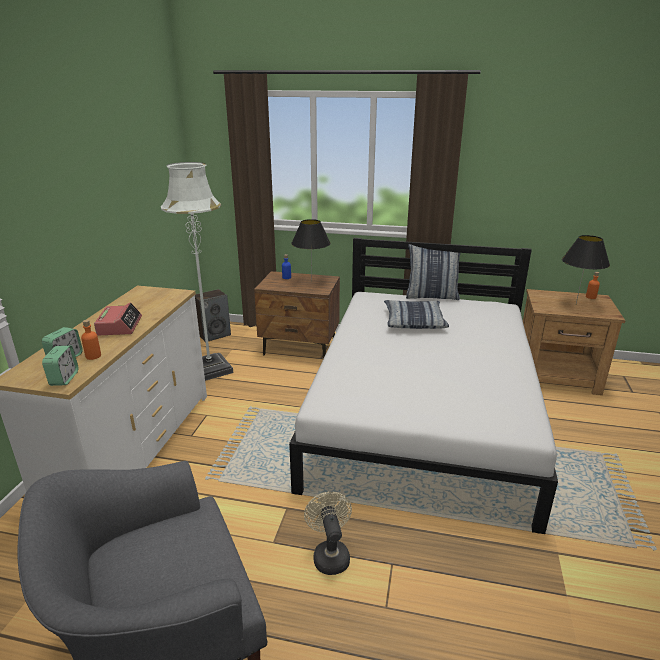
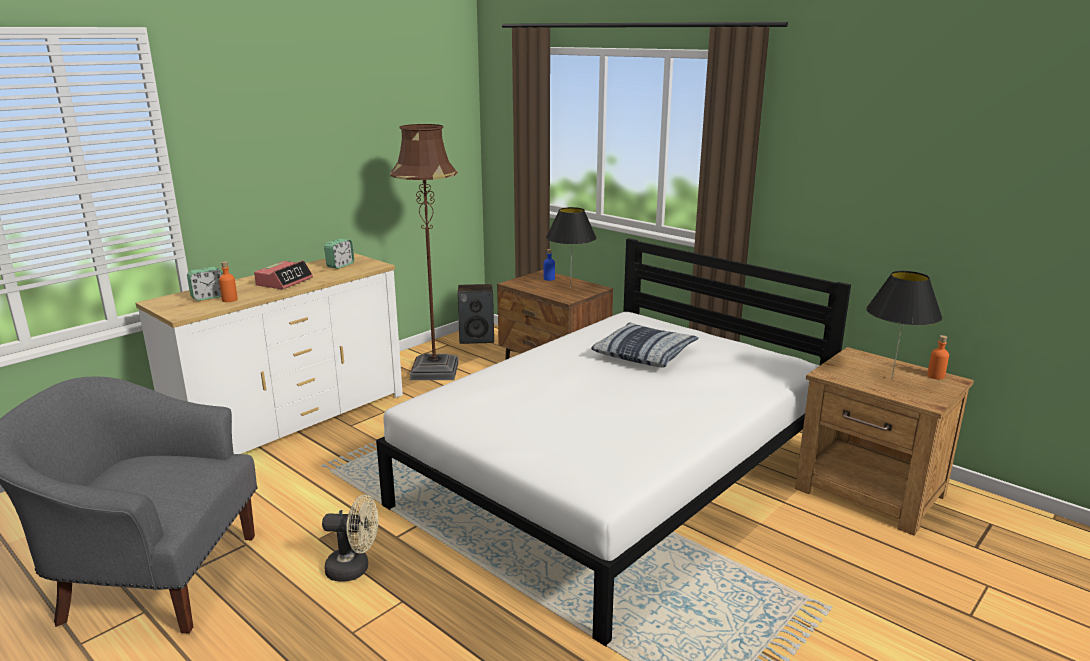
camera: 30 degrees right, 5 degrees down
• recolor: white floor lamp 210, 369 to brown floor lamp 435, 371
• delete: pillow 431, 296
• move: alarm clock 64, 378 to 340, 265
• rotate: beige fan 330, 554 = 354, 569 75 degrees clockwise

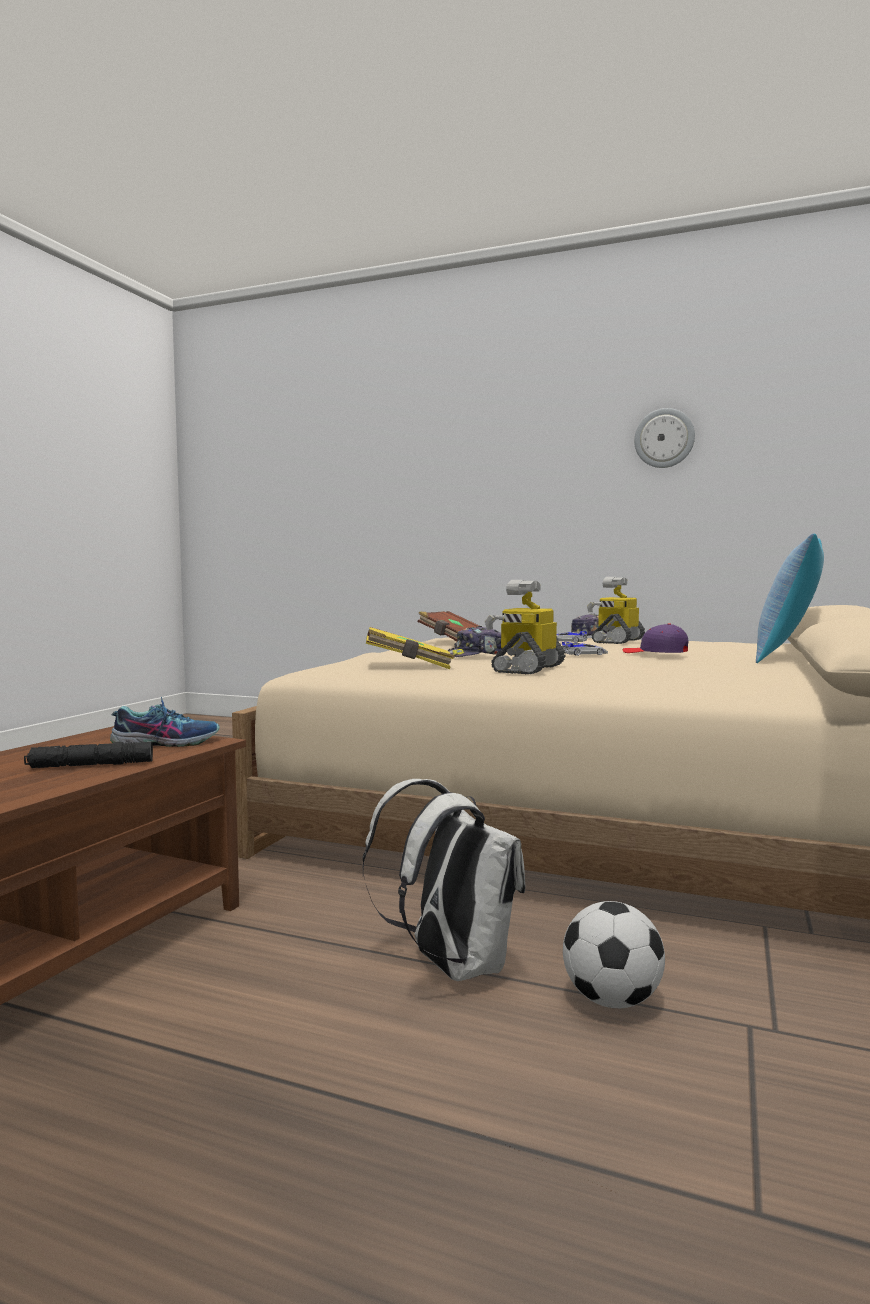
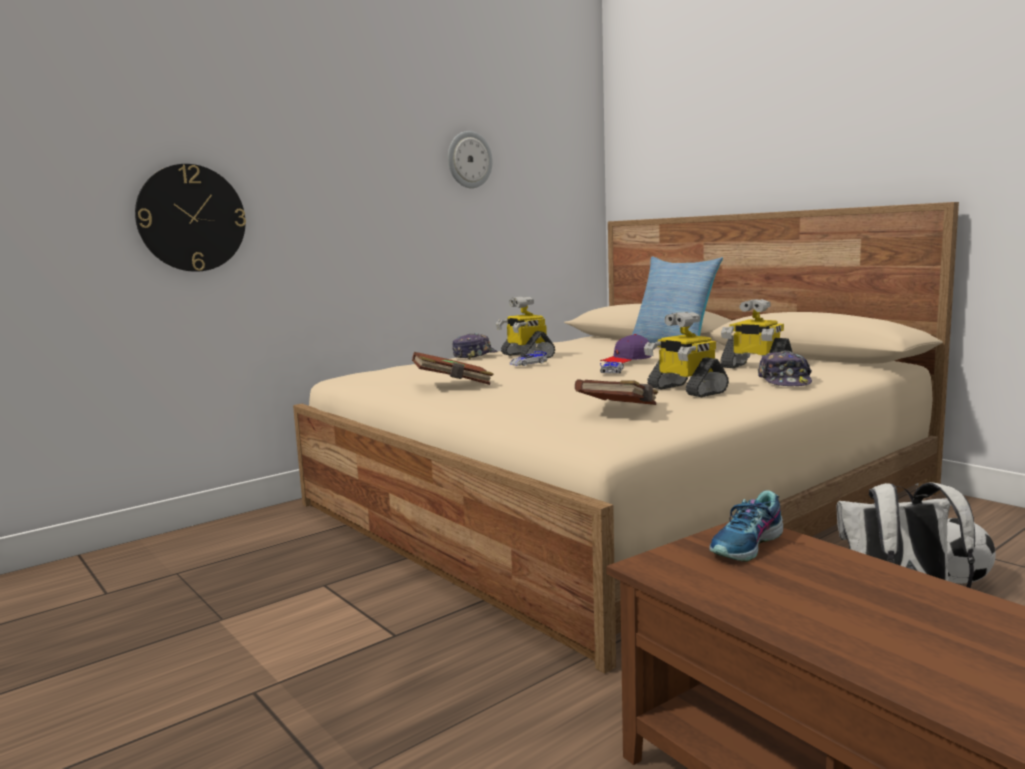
camera: 60 degrees left, 5 degrees up
• move: cap 475, 656 to 784, 381
• recolor: yellow book 409, 666 to brown book 620, 411
• rotate: shoe 166, 743 = 748, 545 150 degrees counterclockwise
• delete: black flashlight 91, 765
• insert: wall clock 191, 218
• insert: toy robot 755, 368

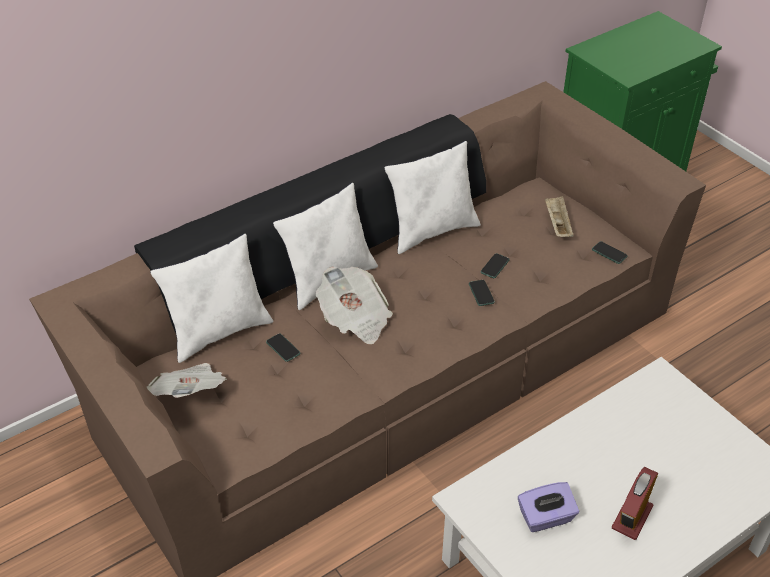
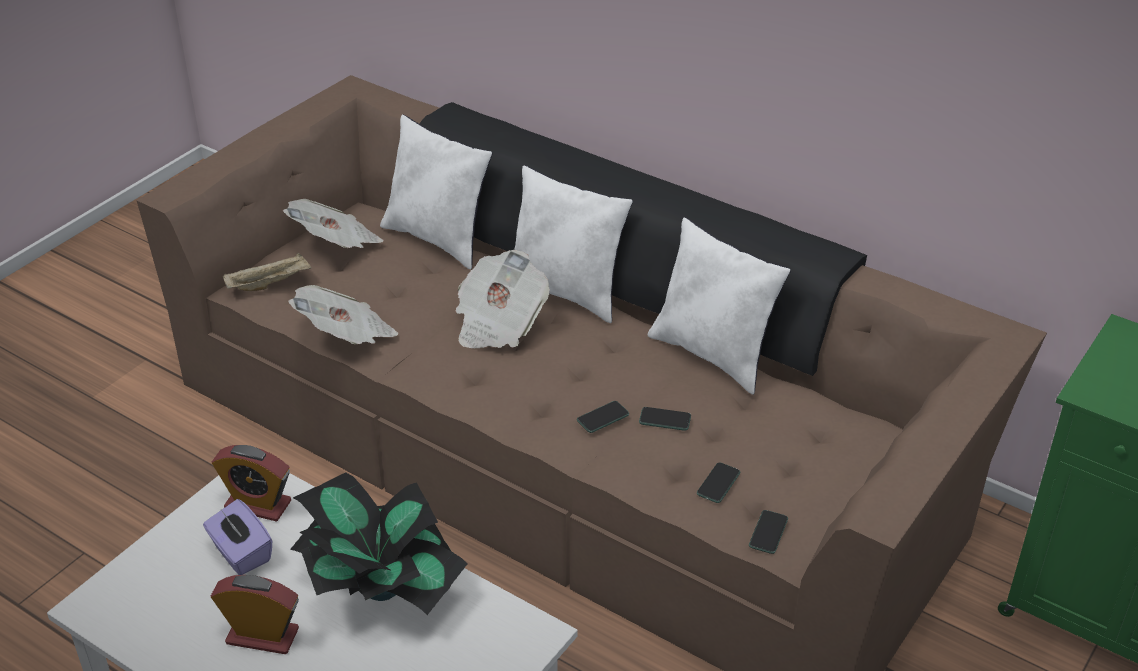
camera: 70 degrees right, 5 degrees down
• move: beige tray 557, 224 to 270, 283
• move: phone 283, 348 to 718, 483
• insert: newspaper 347, 336
• insert: alarm clock 258, 504
• insert: potted plant 380, 587

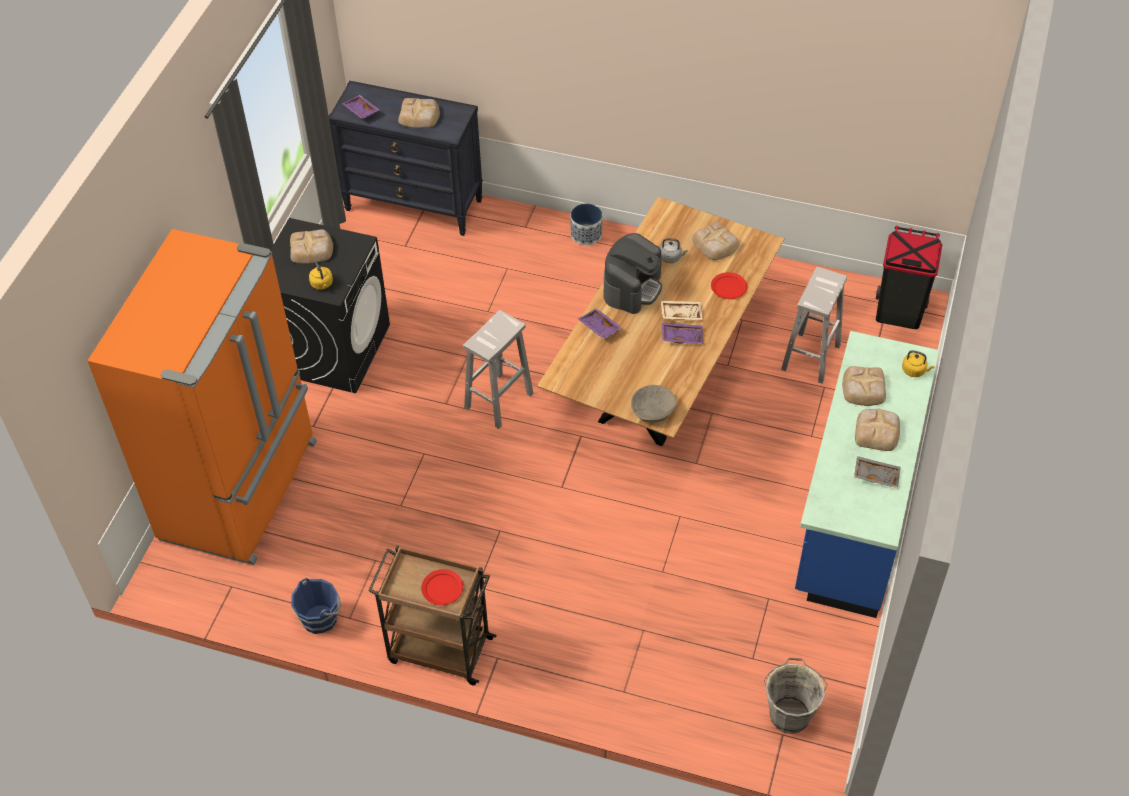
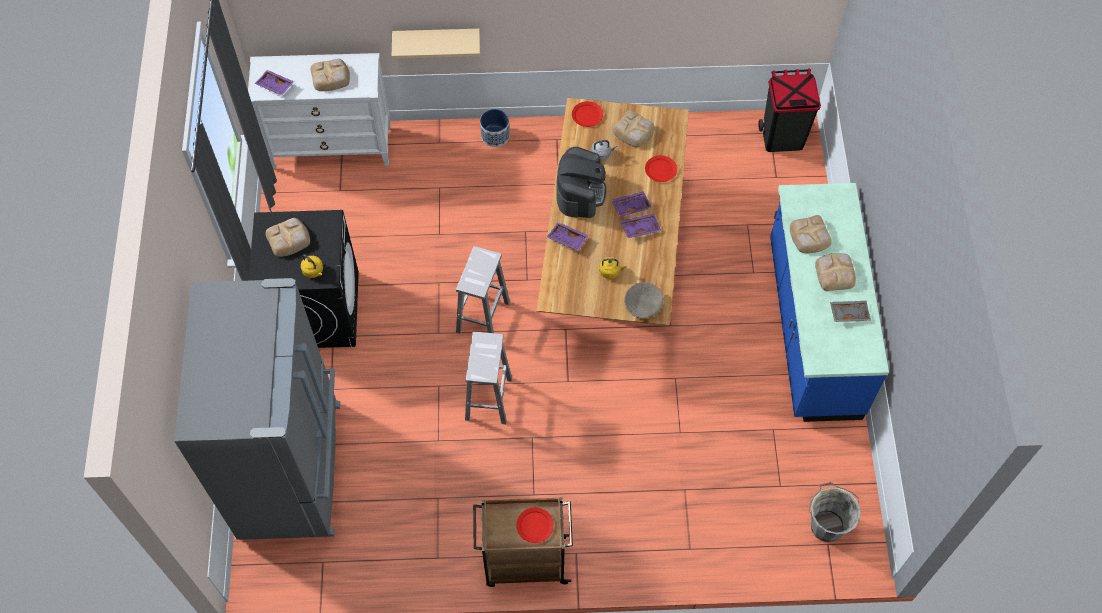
camera: 20 degrees left, 10 degrees up
• recolor: black dresser 414, 205 to white dresser 331, 147
• recolor: orange fridge 242, 490 to grey fridge 293, 469
• move: white stool 810, 358 to 488, 399
• recolor: beige tray 681, 313 to purple tray 631, 206
• move: yellow kettle 915, 371 to 610, 271
• delete: blue bucket 320, 618
• insert: beige shelf 436, 39
• insert: red plate 587, 115

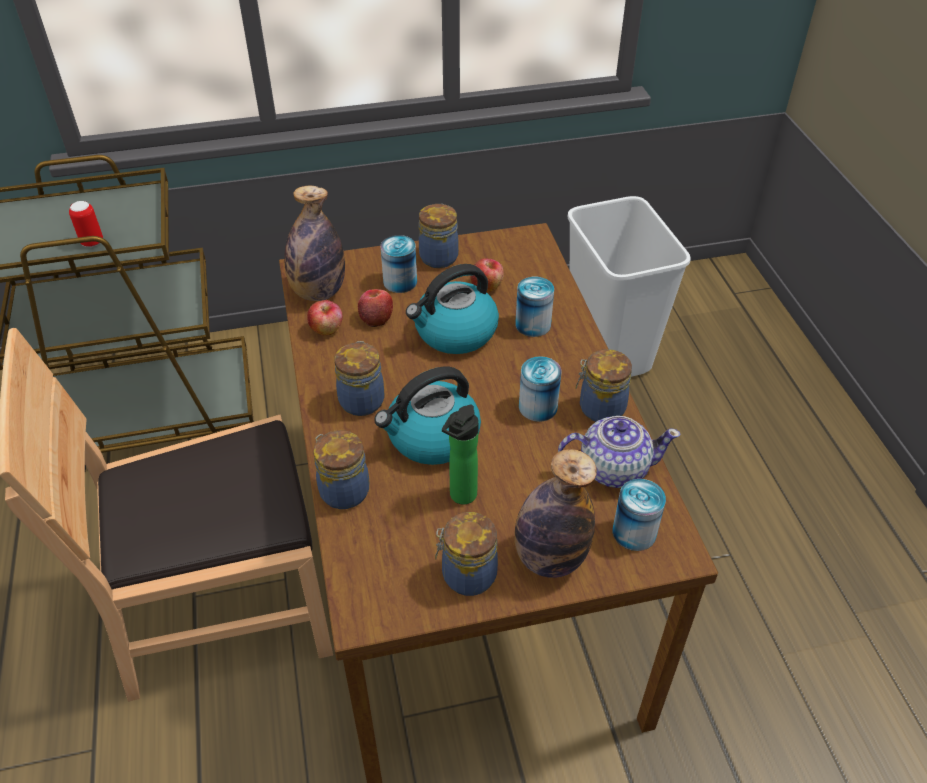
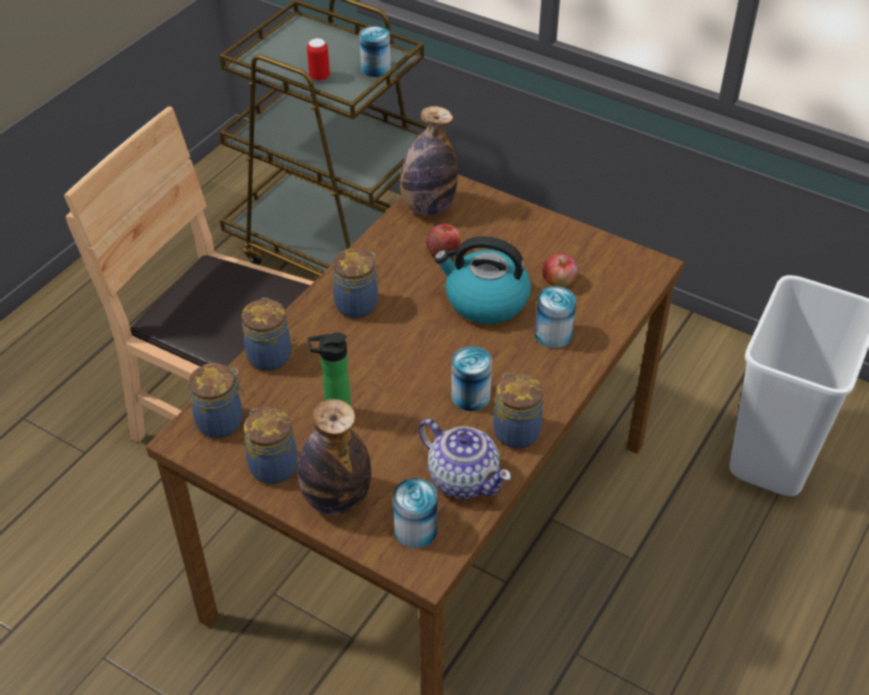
camera: 45 degrees right, 0 degrees up
• move: jar 439, 256 to 222, 421
• move: can 400, 282 to 376, 68
• delete: apple 326, 329
• delete: kettle 432, 437

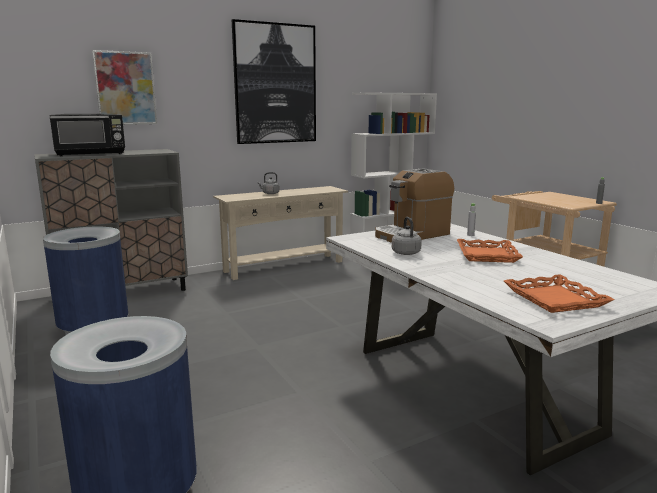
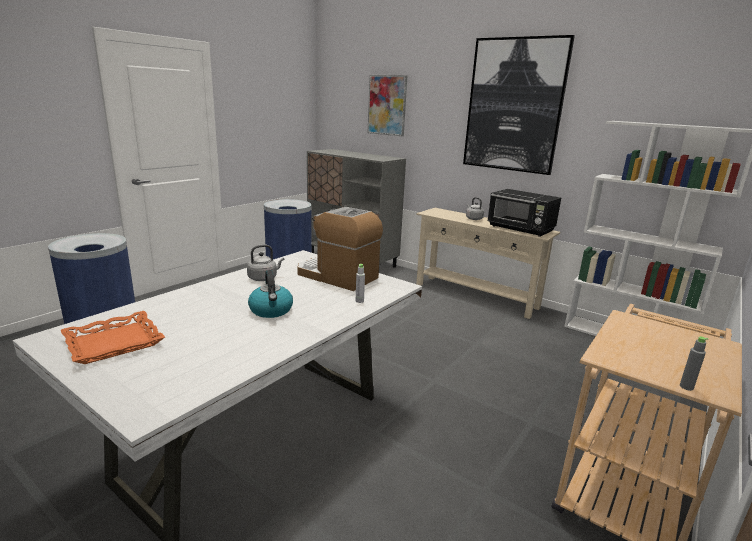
camera: 65 degrees right, 5 degrees up
• move: black microwave 91, 154 to 521, 229
• replace: orange tray 486, 255 to kettle 271, 310

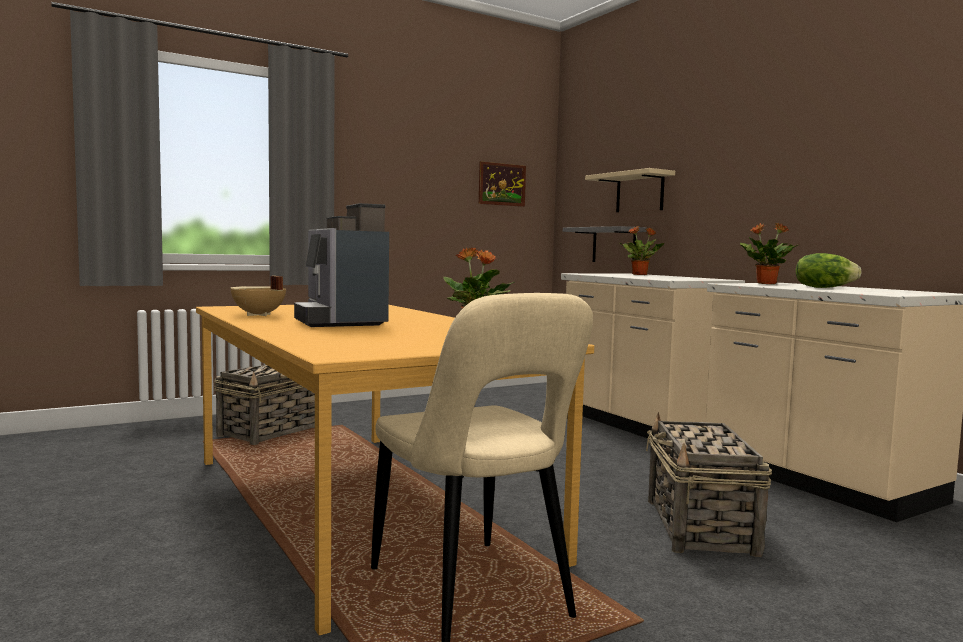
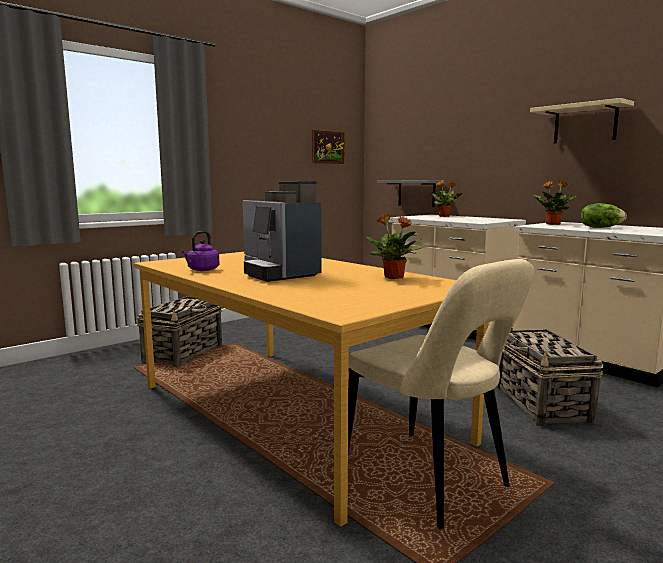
camera: 10 degrees left, 5 degrees up
• move: beige shelf 639, 192 to 585, 124
• replace: beige cooking pot 258, 315 to purple kettle 202, 270

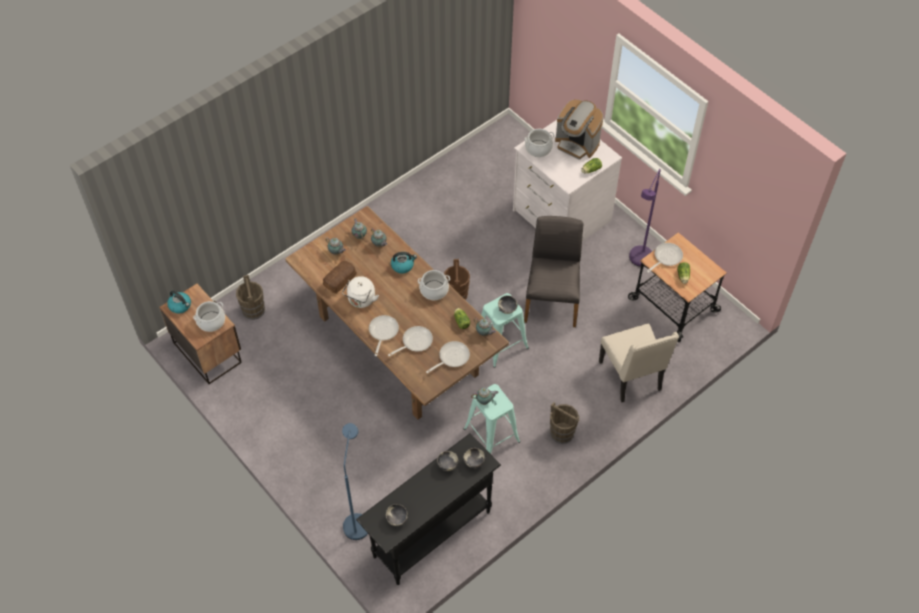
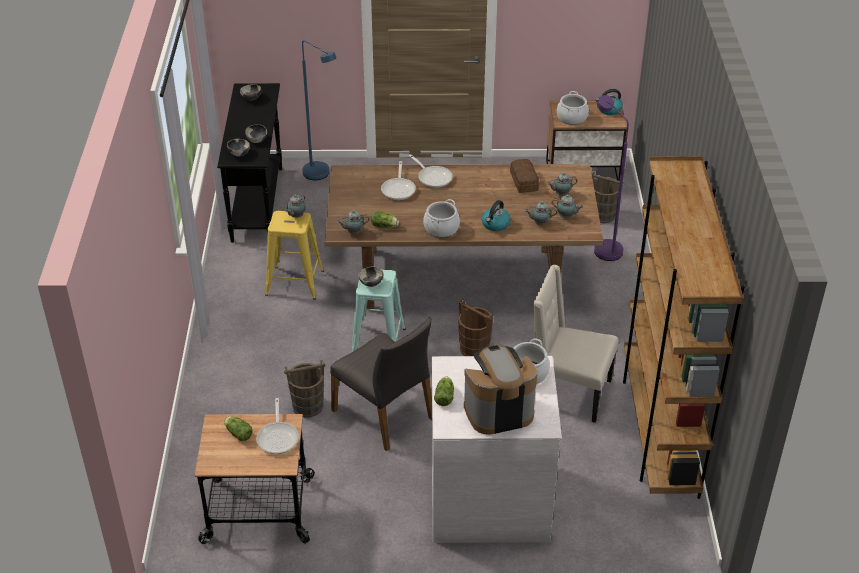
camera: 130 degrees right, 15 degrees down
• move: purple floor lamp 638, 262 to 604, 247
• delete: white kettle 361, 300
• move: beige chair 631, 377 to 568, 392
• delete: frying pan 451, 357
• recolor: turquoise stool 491, 435 to yellow stool 294, 283
• move: brown bucket 562, 433 to 307, 406
• insert: brown bookcase 659, 430

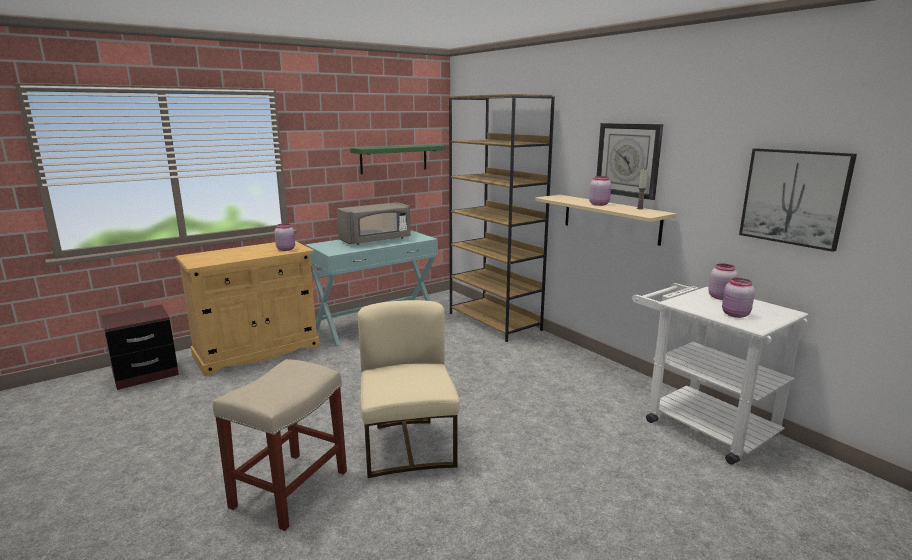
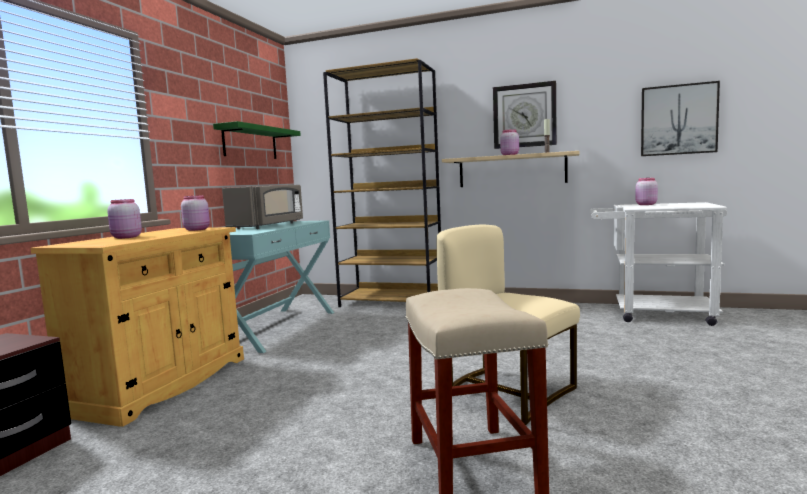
camera: 35 degrees left, 10 degrees down
• move: pink jar 735, 314 to 126, 237

